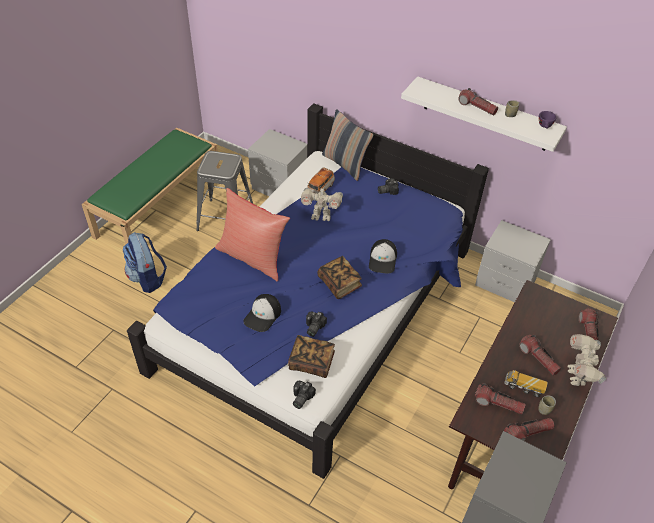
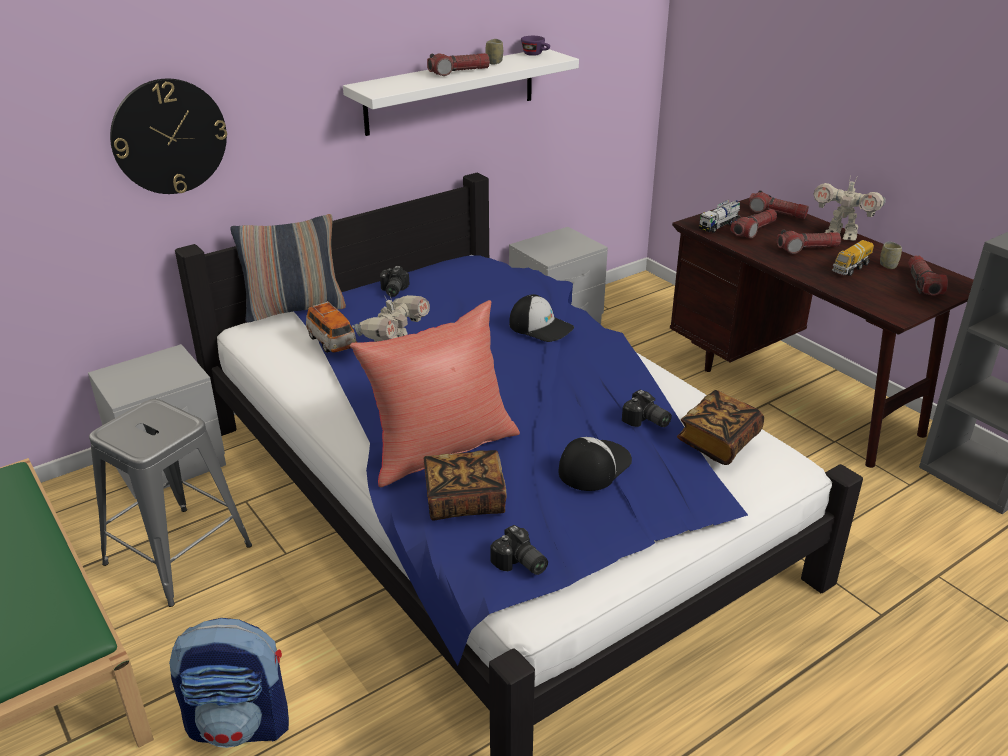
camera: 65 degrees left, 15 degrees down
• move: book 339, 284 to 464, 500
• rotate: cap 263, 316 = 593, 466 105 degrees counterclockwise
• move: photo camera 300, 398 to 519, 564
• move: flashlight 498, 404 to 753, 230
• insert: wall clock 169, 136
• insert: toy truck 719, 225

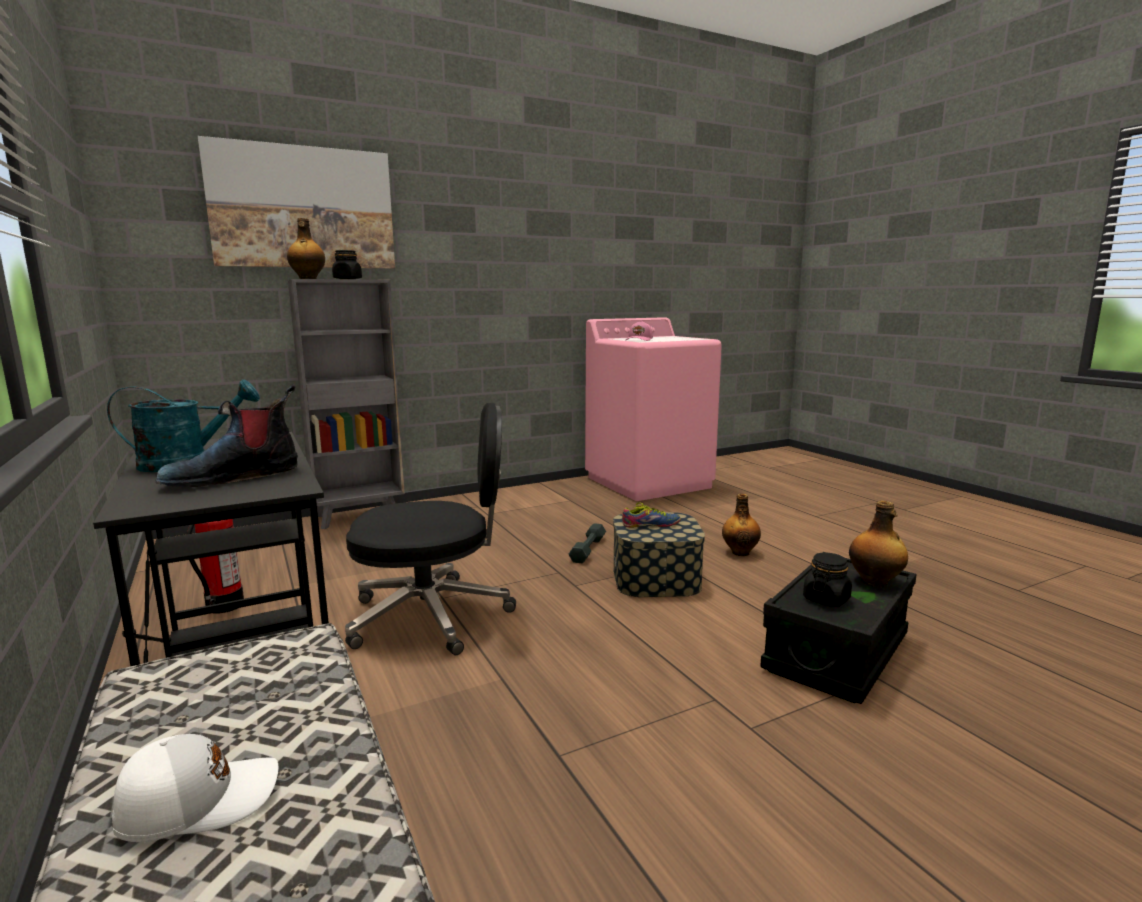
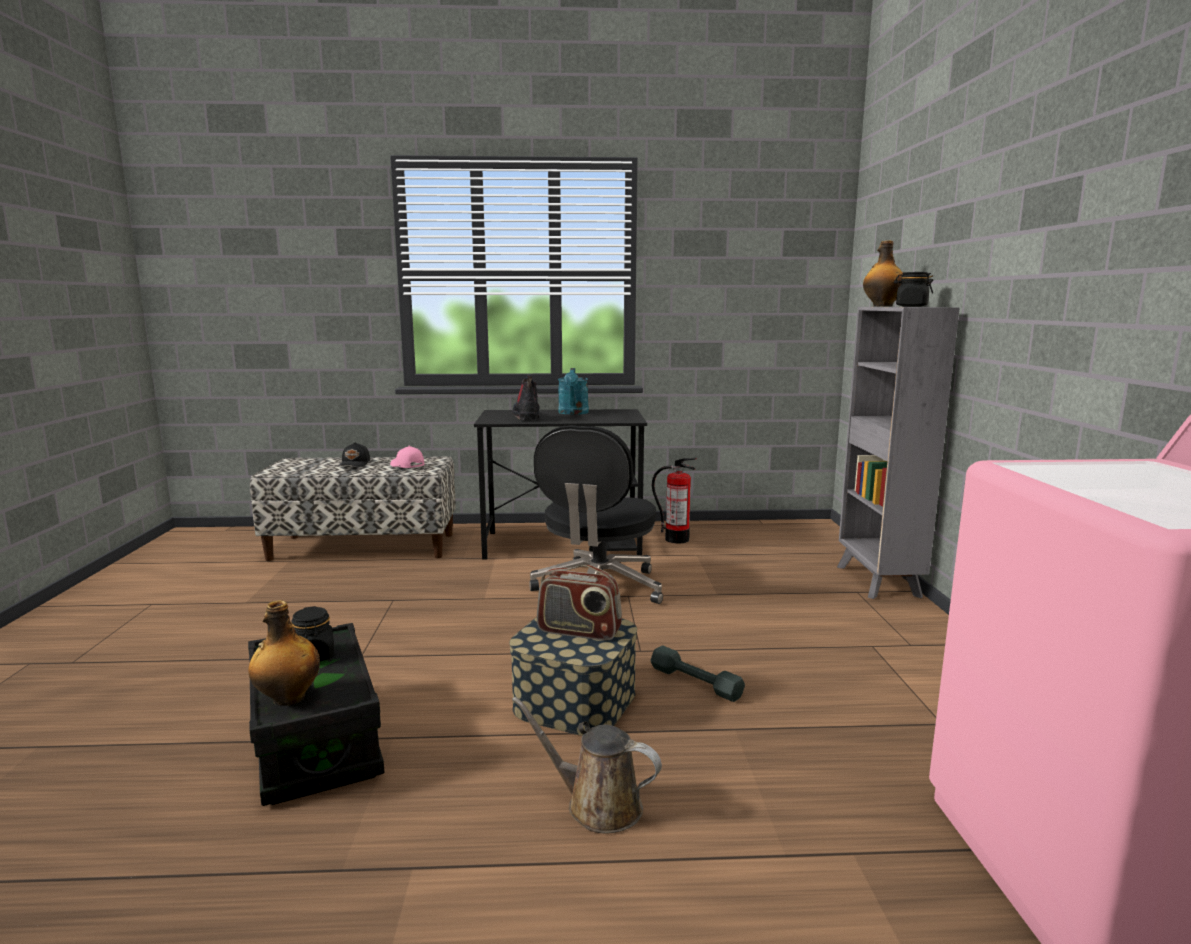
camera: 115 degrees right, 0 degrees up
• delete: picture 303, 208
• move: pink cap 639, 340 to 407, 465
• replace: bottle 740, 552 to brown watering can 597, 805
• replace: shoe 651, 525 to radio 579, 631
• recolor: white cap 198, 800 to black cap 355, 464

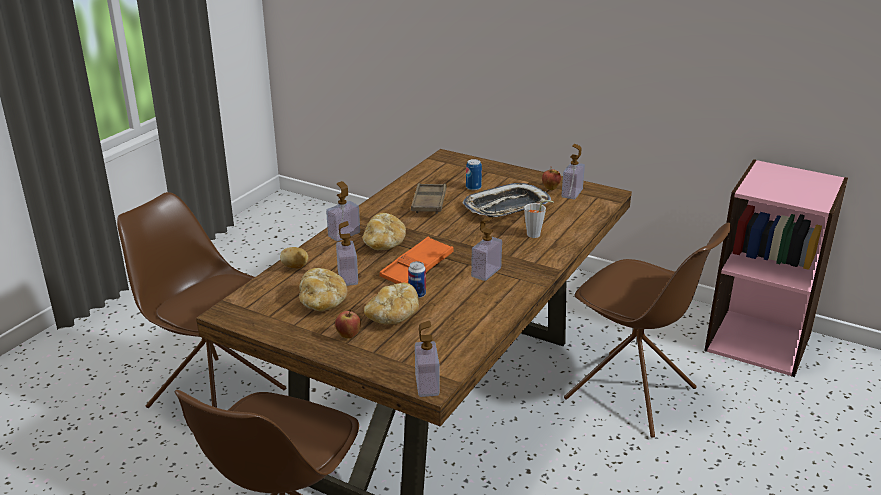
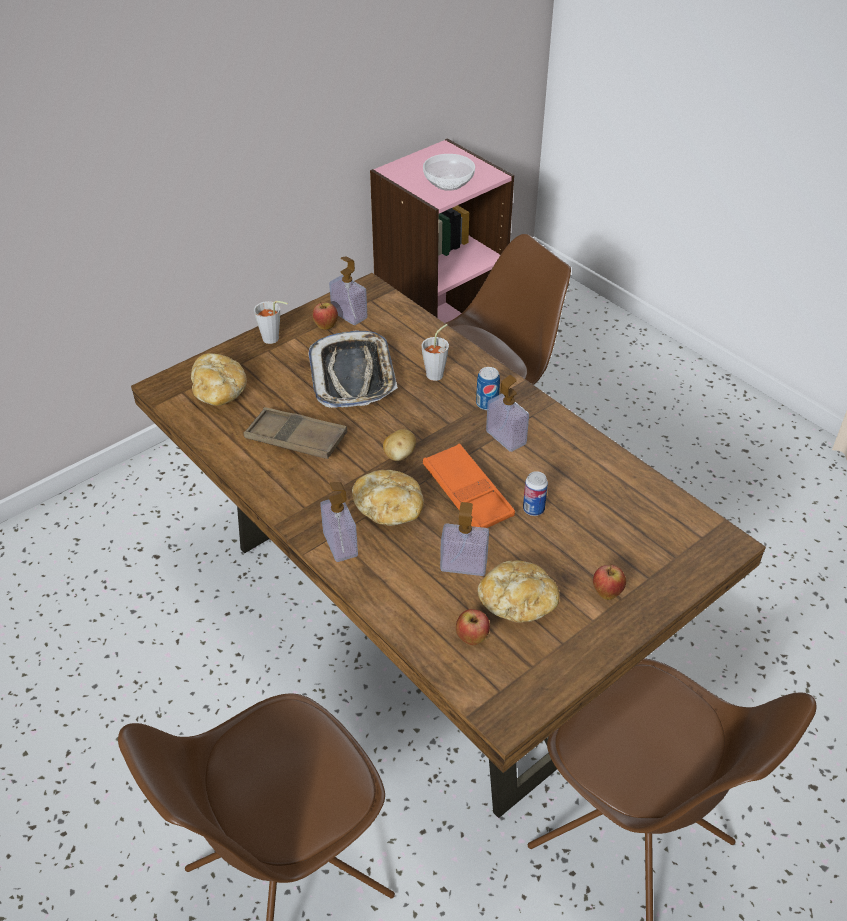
camera: 70 degrees left, 15 degrees up
• move: can 473, 187 to 487, 404
• move: potato 295, 267 to 399, 455
• move: bread 393, 317 to 219, 392
• delete: soap dispenser 427, 385
• insert: bowl 447, 183
• insert: grey cup 274, 339
• insert: apple 472, 638

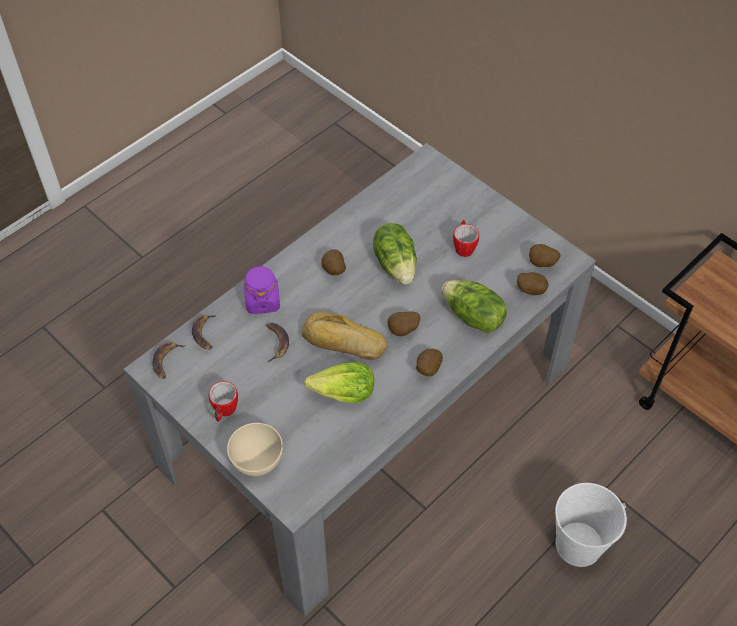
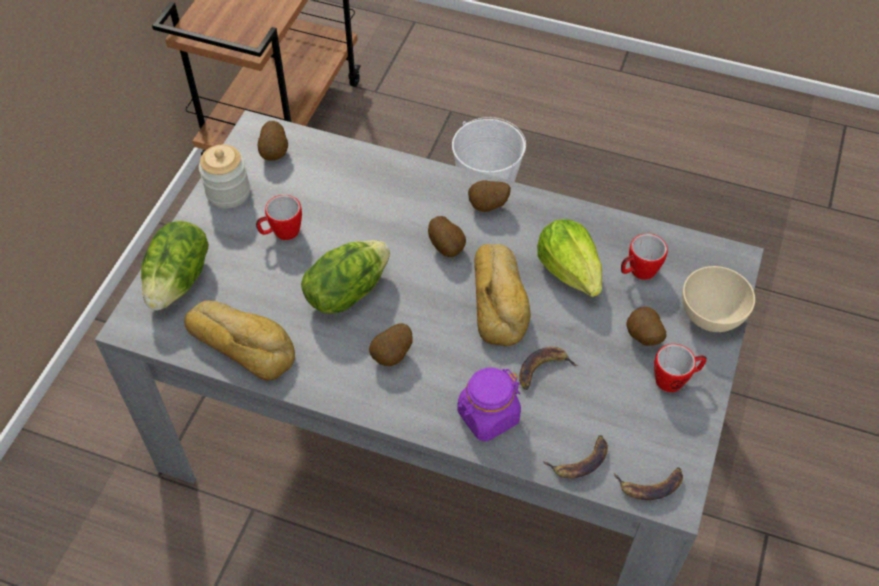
camera: 115 degrees left, 0 degrees up
• move: potato 530, 290 to 642, 337
• move: lettuce 472, 317 to 180, 280
• insert: jar 228, 192
• insert: mug 638, 272
• insert: bread 242, 342

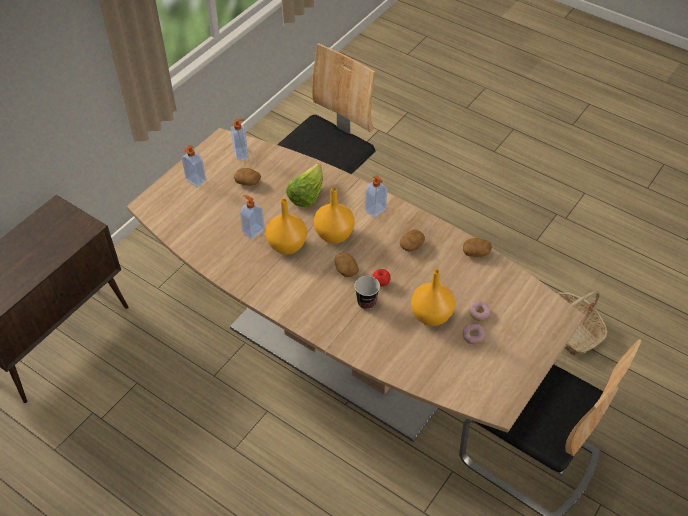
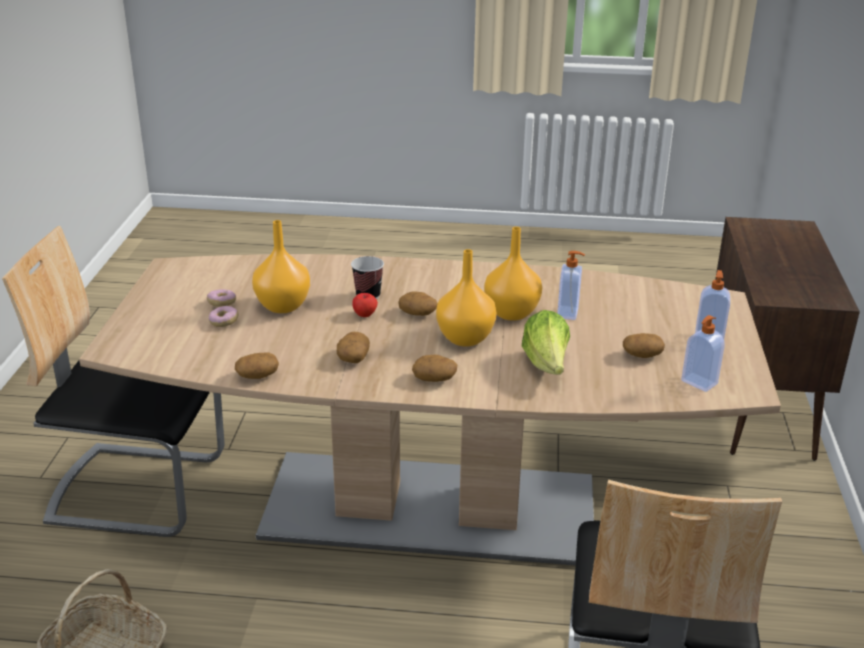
camera: 150 degrees right, 20 degrees down
• replace: soap dispenser 376, 210 to potato 435, 378

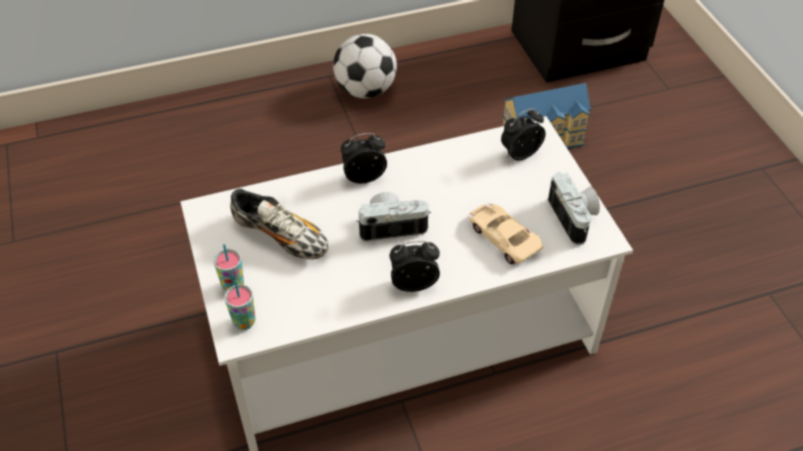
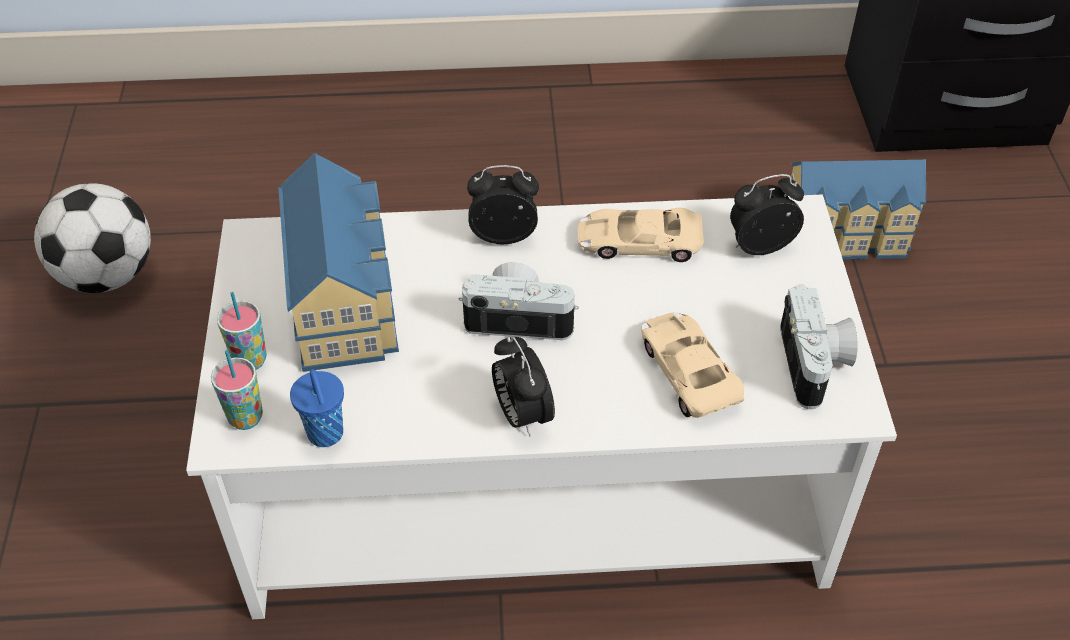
camera: 15 degrees right, 0 degrees up
• move: football 366, 90 to 107, 276
• replace: shoe 281, 237 to toy house 347, 301
• rotate: alarm clock 414, 283 = 521, 414 120 degrees counterclockwise
• insert: beige toy car 638, 242
• insert: blue cup 326, 435

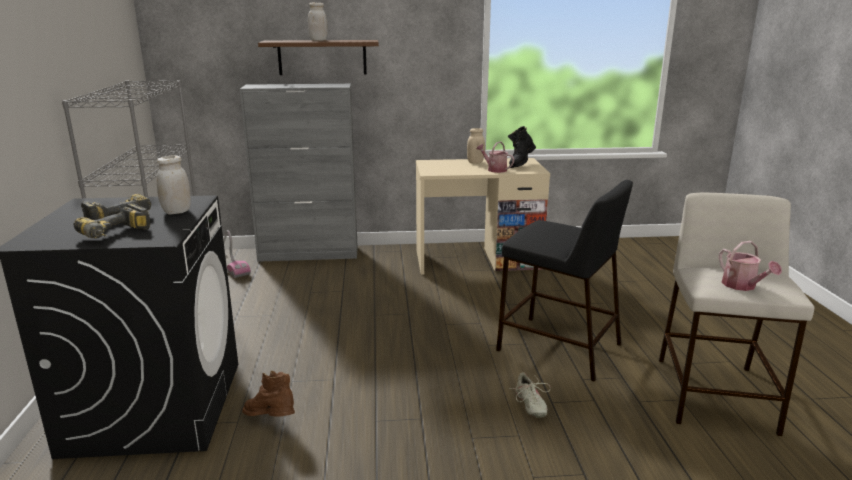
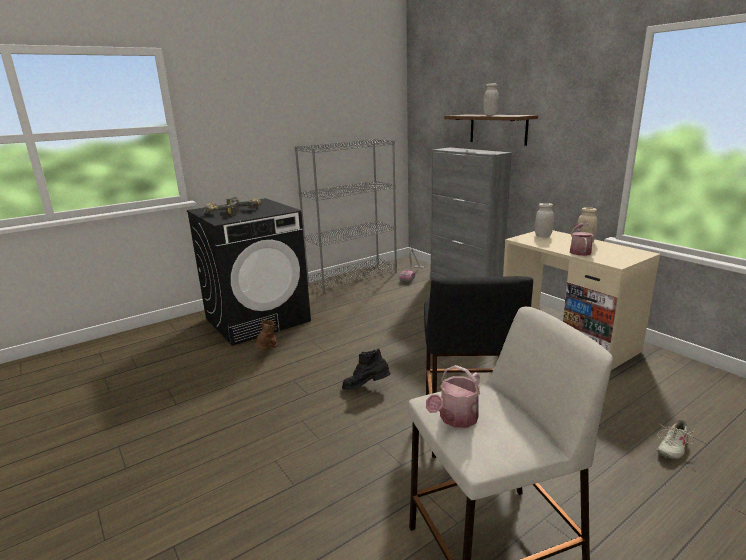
camera: 60 degrees right, 0 degrees up
• move: black boot 520, 165 to 366, 388
• move: white jar 177, 212 to 543, 236
• move: beige shoe 530, 404 to 672, 447

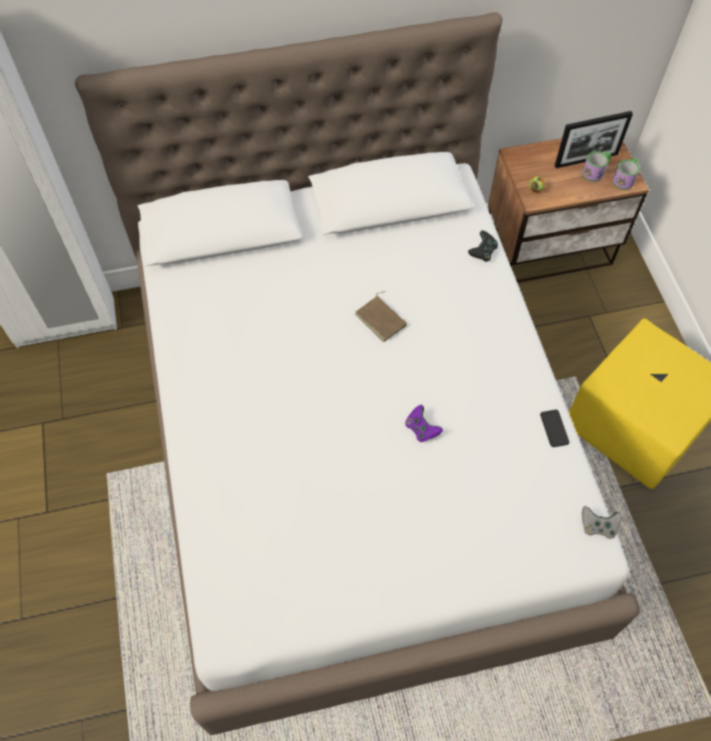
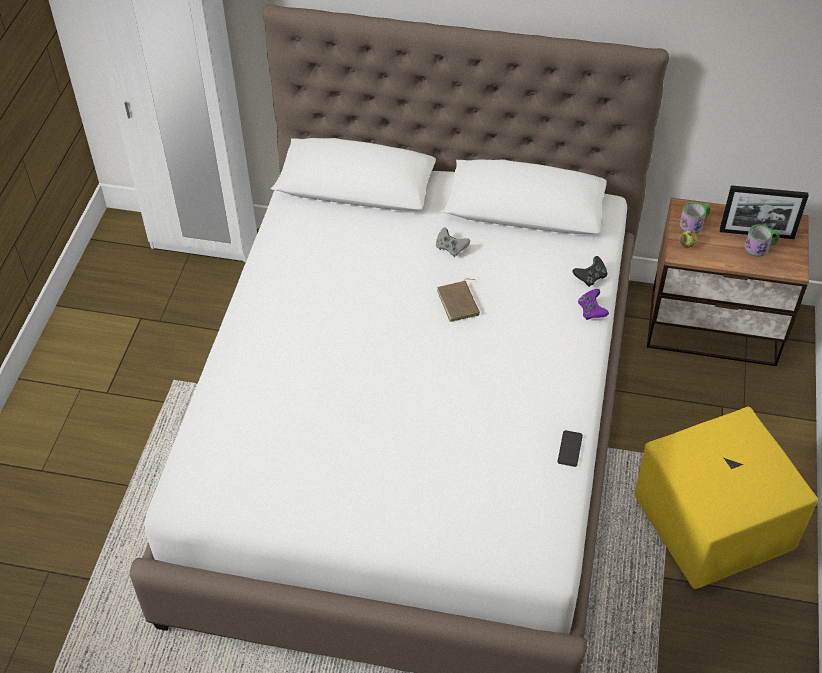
camera: 25 degrees right, 10 degrees down
• move: mug 625, 179 to 694, 224
• move: purple game controller 421, 429 to 591, 311
• move: grey game controller 598, 526 to 451, 248

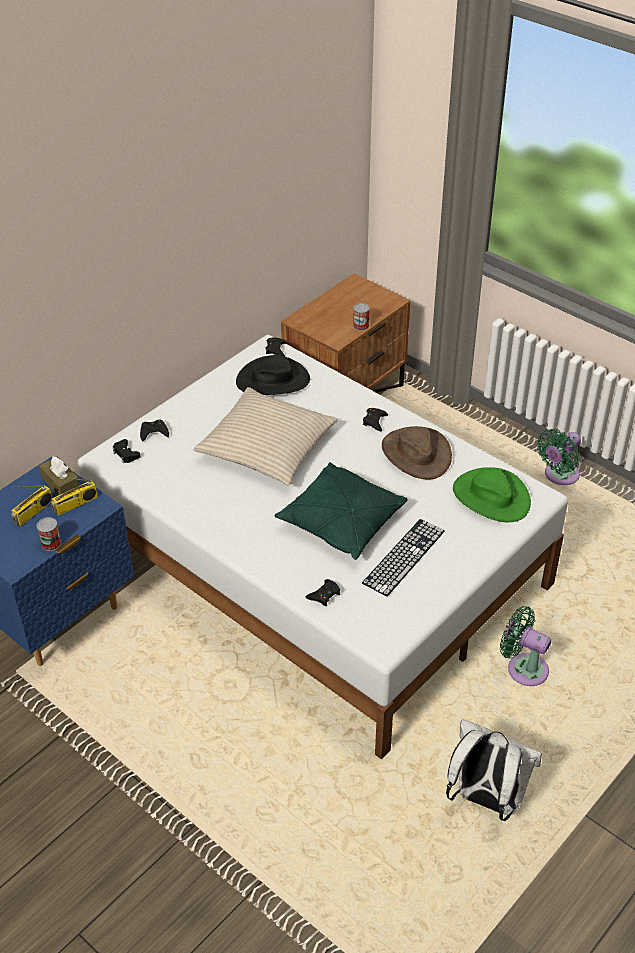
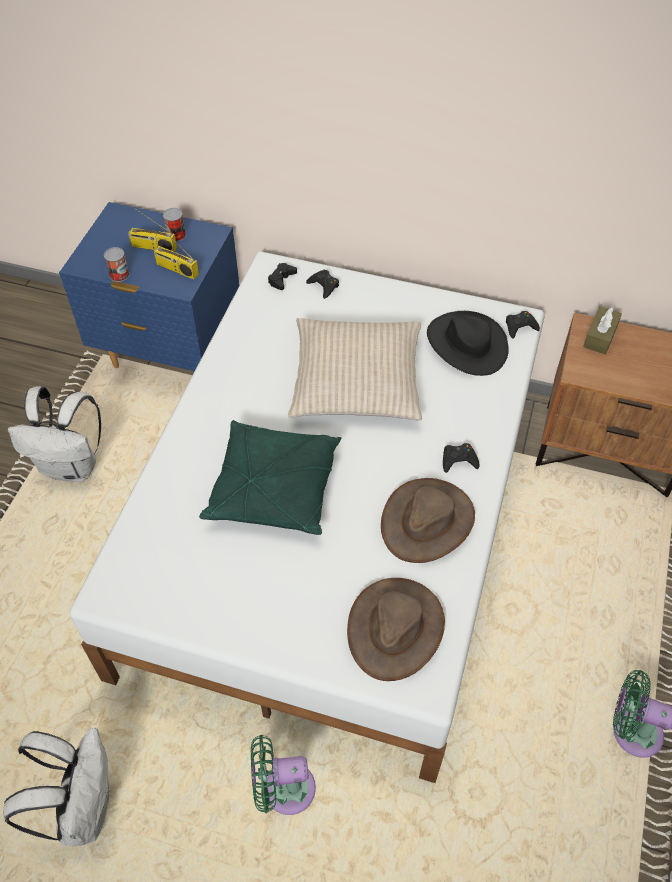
camera: 65 degrees right, 10 degrees up
• move: can 361, 326 to 176, 235
• move: brown tissue box 61, 484 to 600, 336
• recolor: green hat 491, 497 to brown hat 395, 628
• delete: keyboard 404, 557
• delete: black game controller 324, 595
• rotate: green fan 523, 668 = 283, 789 105 degrees counterclockwise
• insert: white backpack 72, 466

